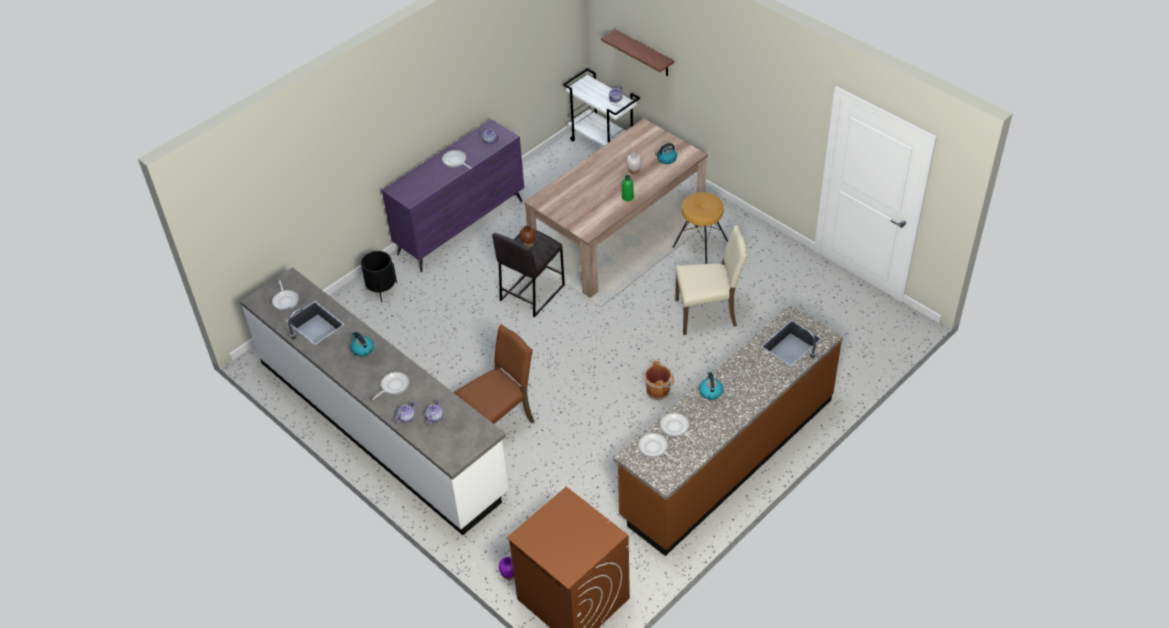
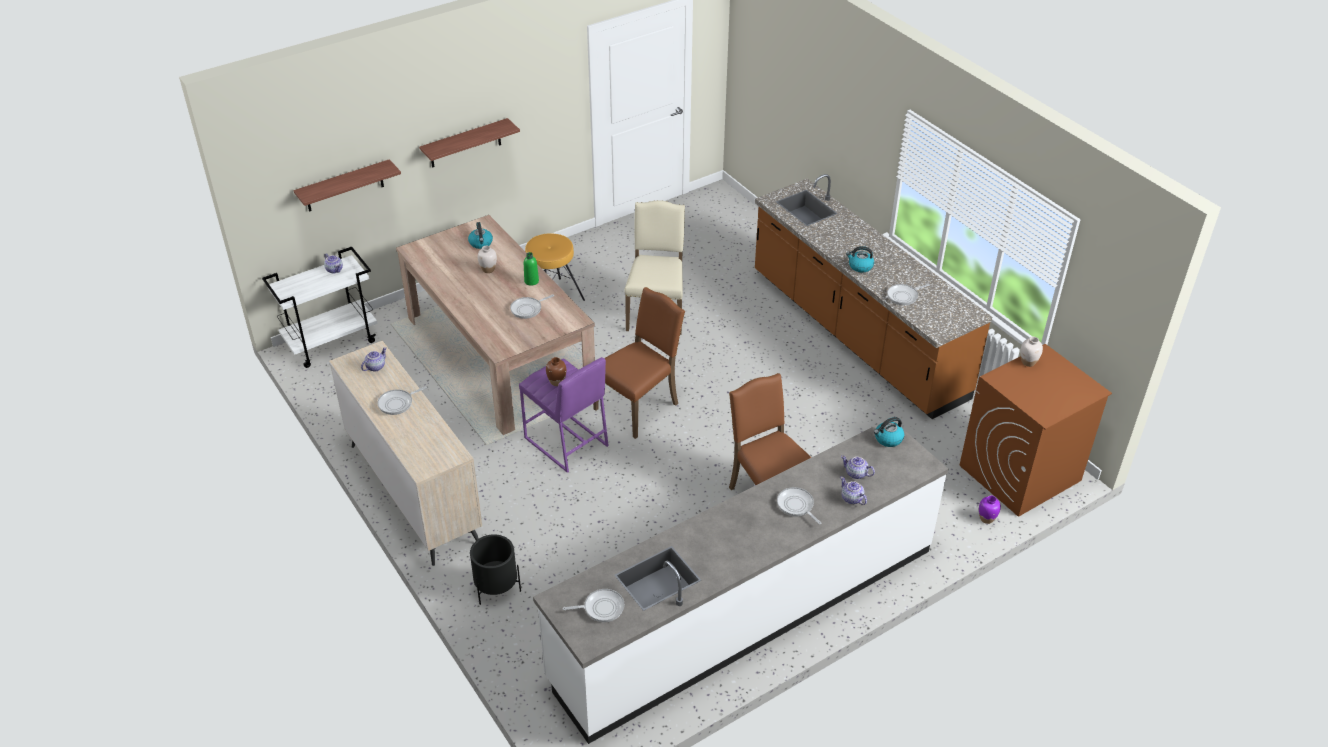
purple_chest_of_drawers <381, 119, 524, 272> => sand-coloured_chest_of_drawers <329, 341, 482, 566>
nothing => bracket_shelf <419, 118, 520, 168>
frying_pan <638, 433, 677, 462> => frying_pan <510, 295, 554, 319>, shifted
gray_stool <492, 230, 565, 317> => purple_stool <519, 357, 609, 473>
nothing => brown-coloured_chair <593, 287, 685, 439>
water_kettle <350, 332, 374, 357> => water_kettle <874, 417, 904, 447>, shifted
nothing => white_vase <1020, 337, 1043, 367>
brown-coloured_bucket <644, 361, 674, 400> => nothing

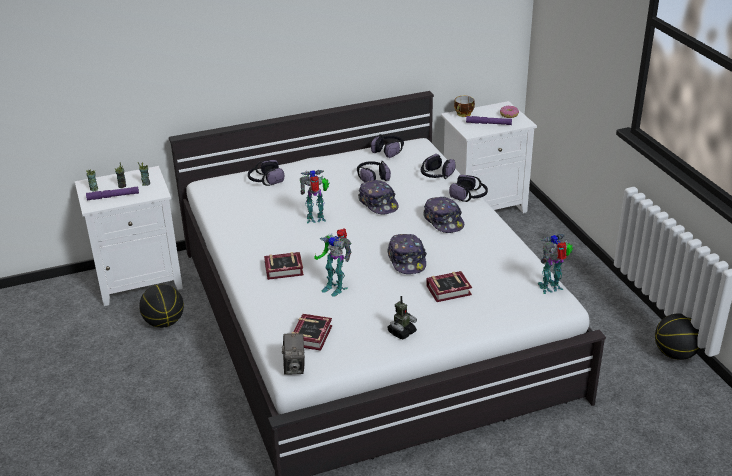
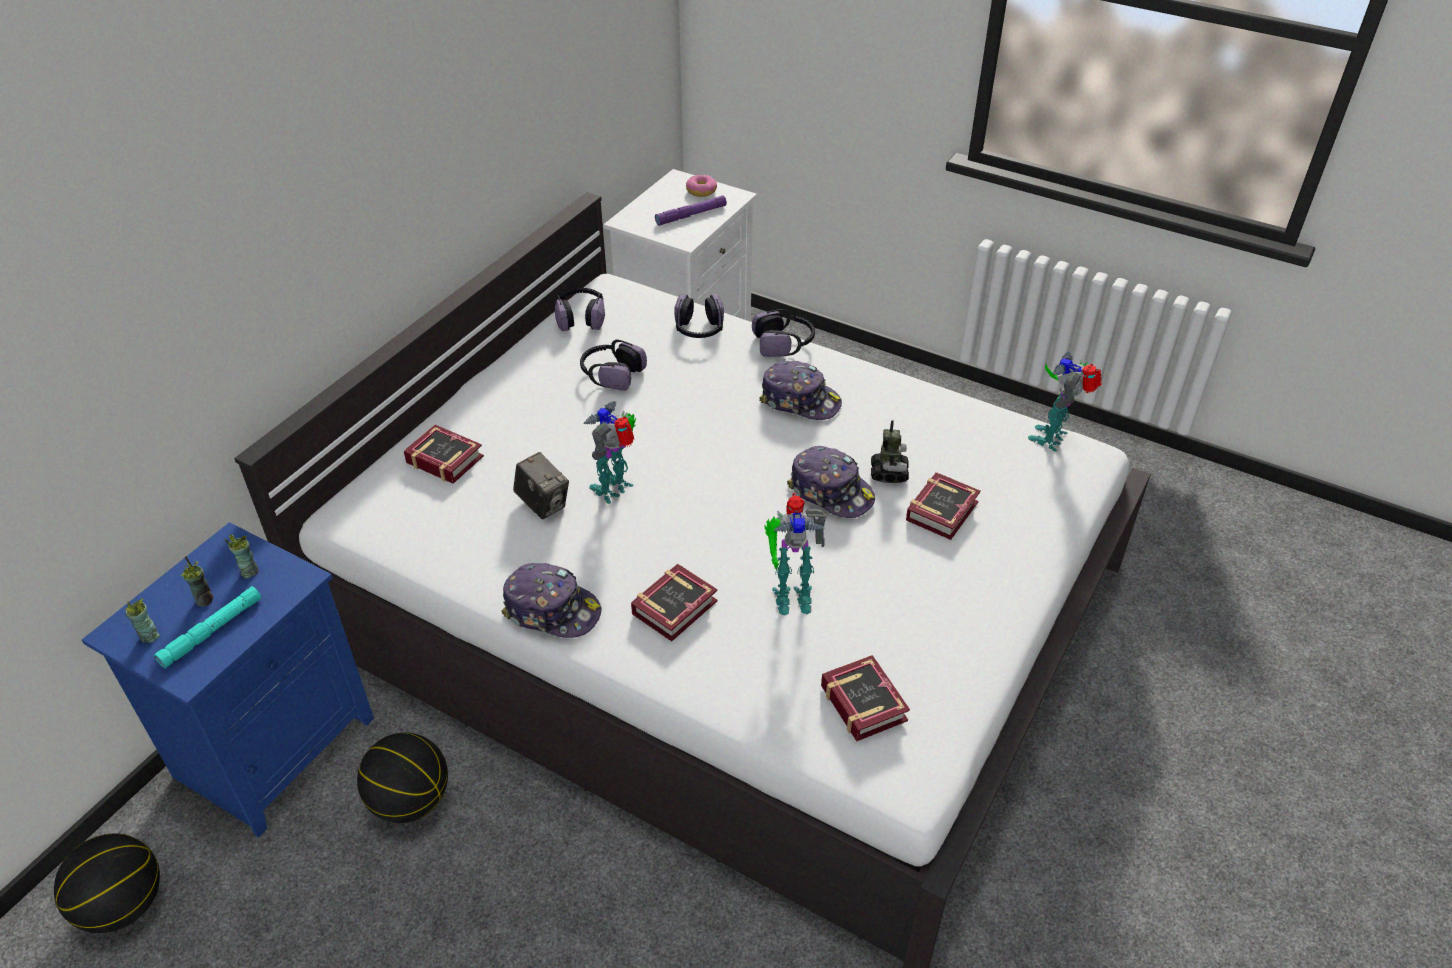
ball_for_basketball <655, 313, 700, 360> => ball_for_basketball <54, 833, 160, 933>, shifted
white_night_table <75, 166, 183, 306> => blue-coloured_night_table <82, 522, 374, 838>
purple_hand_torch <86, 186, 139, 201> => blue-green_hand_torch <154, 586, 261, 668>
headset <248, 160, 284, 186> => volume <404, 425, 484, 484>
baseball_cap <358, 180, 399, 214> => baseball_cap <501, 563, 601, 638>, shifted
photo_camera <282, 333, 305, 375> => photo_camera <513, 452, 569, 519>, shifted
toy_robot <387, 296, 417, 340> => toy_robot <871, 420, 909, 483>, shifted
cup <454, 96, 475, 117> => nothing

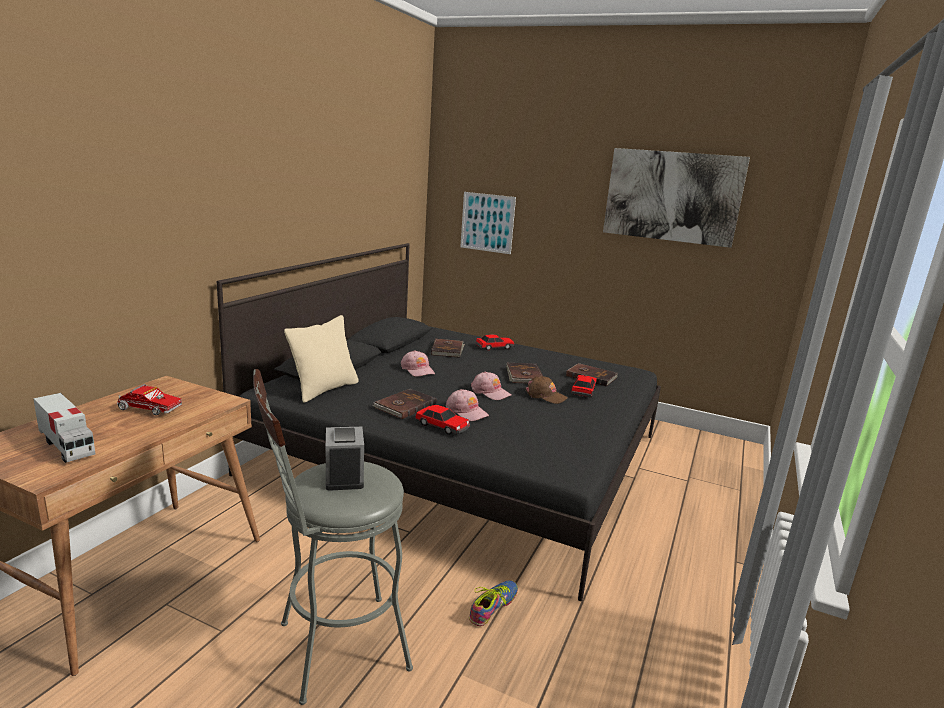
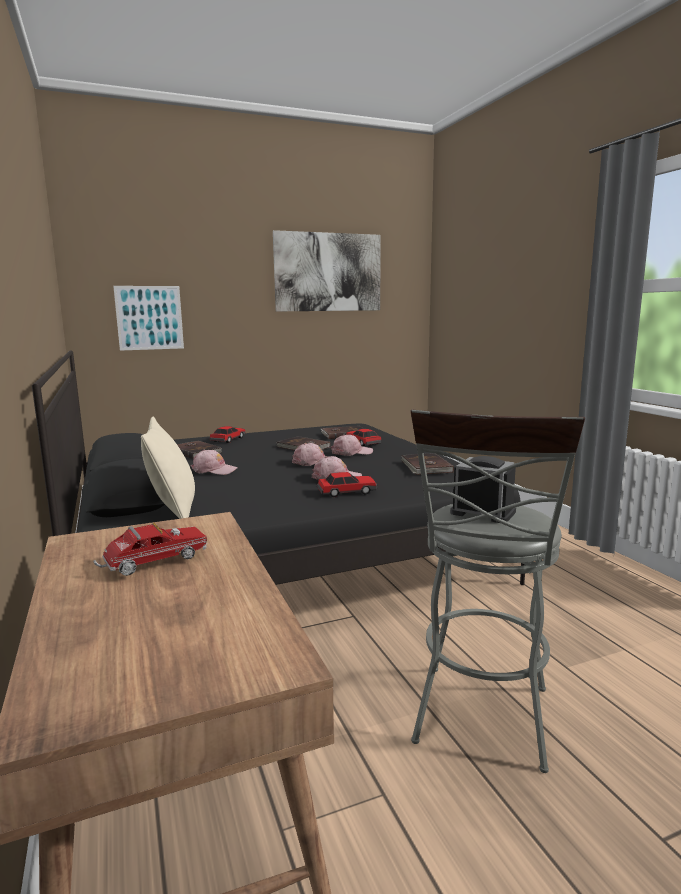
brown-coloured_baseball_cap <525, 376, 568, 404> => pink_baseball_cap <330, 435, 373, 456>
brown-coloured_volume <372, 389, 437, 419> => brown-coloured_volume <401, 453, 454, 475>, shifted
toy_truck <33, 393, 95, 463> => nothing
low_shoe <469, 580, 518, 626> => nothing

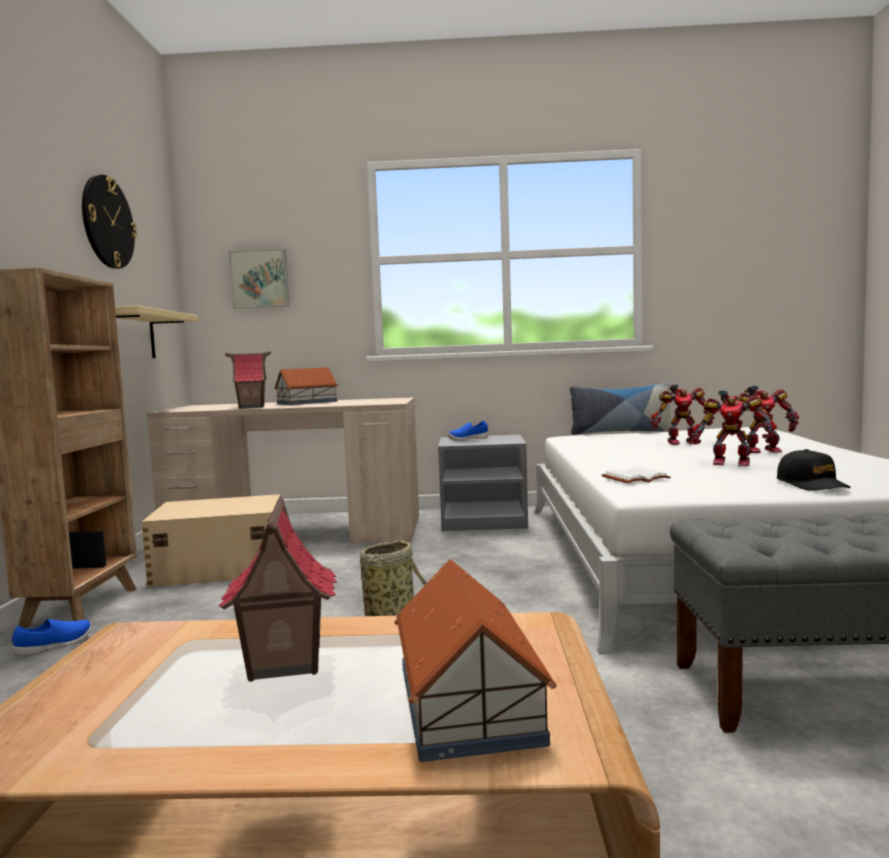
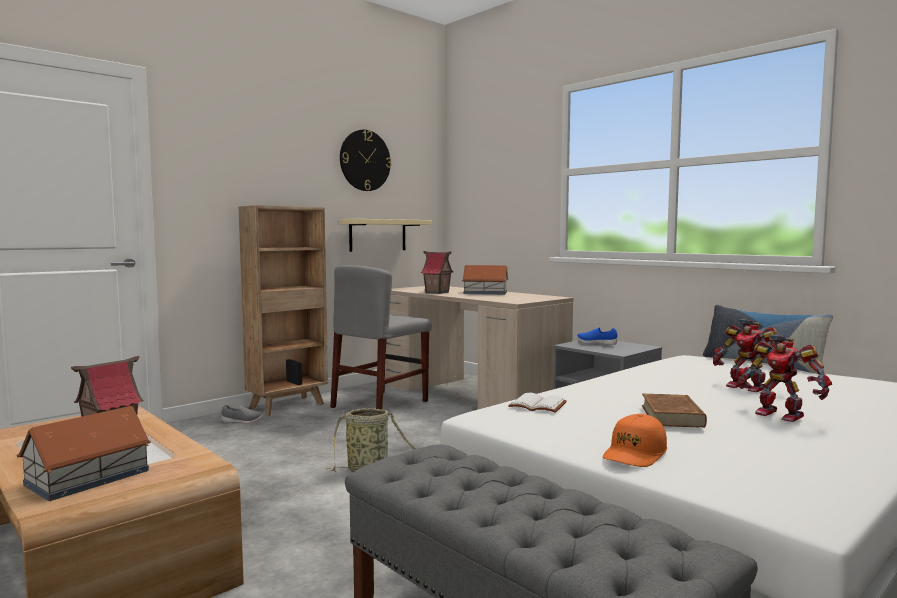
blue-coloured_low_shoe <12, 619, 91, 657> => gray_low_shoe <222, 405, 263, 424>
sand-coloured_storage_bin <142, 494, 281, 587> => gray_chair <330, 265, 431, 410>
black-coloured_baseball_cap <777, 449, 851, 491> => orange-coloured_baseball_cap <603, 414, 667, 467>
toy_robot <691, 390, 777, 466> => brown-coloured_volume <642, 394, 707, 428>
picture <228, 249, 289, 308> => nothing

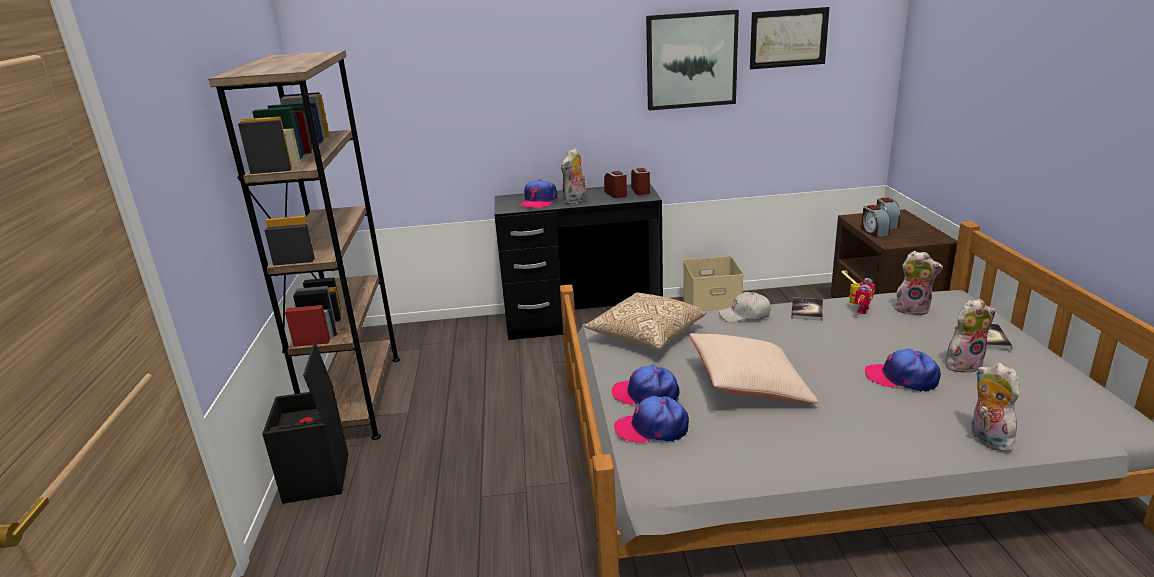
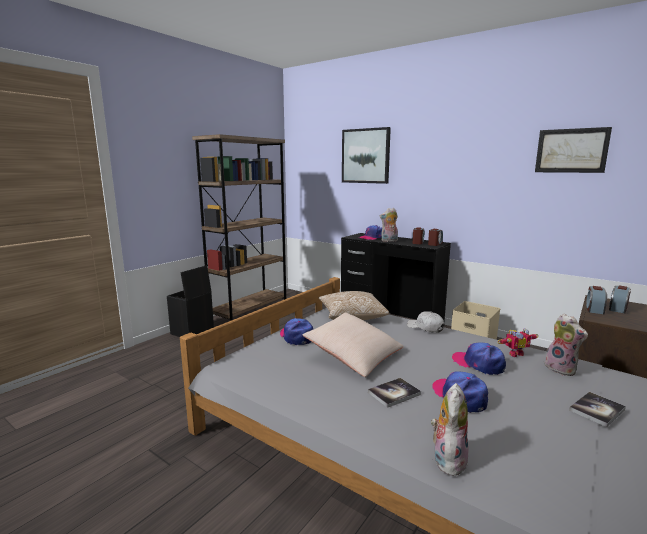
picture <646, 10, 739, 111> => picture <342, 127, 391, 184>, shifted
volume <791, 297, 823, 321> => volume <368, 378, 421, 408>, shifted
baseball_cap <614, 396, 689, 443> => baseball_cap <452, 342, 506, 375>, shifted
plush_toy <946, 299, 996, 373> => nothing

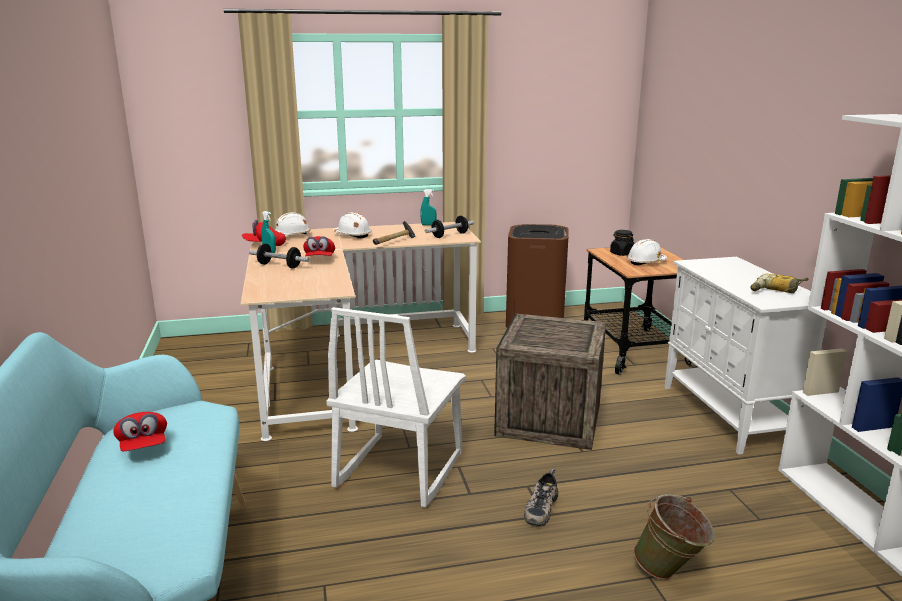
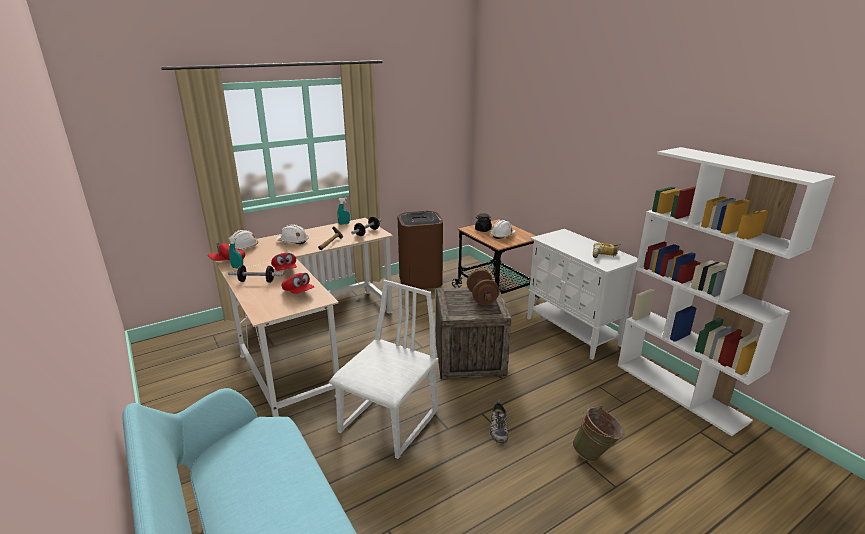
red_baseball_cap <113, 412, 167, 451> => red_baseball_cap <282, 273, 314, 294>, shifted
white_chair <326, 307, 466, 508> => white_chair <329, 280, 438, 459>, 150 degrees counterclockwise
nothing => brown-coloured_dumbbell <467, 270, 499, 305>

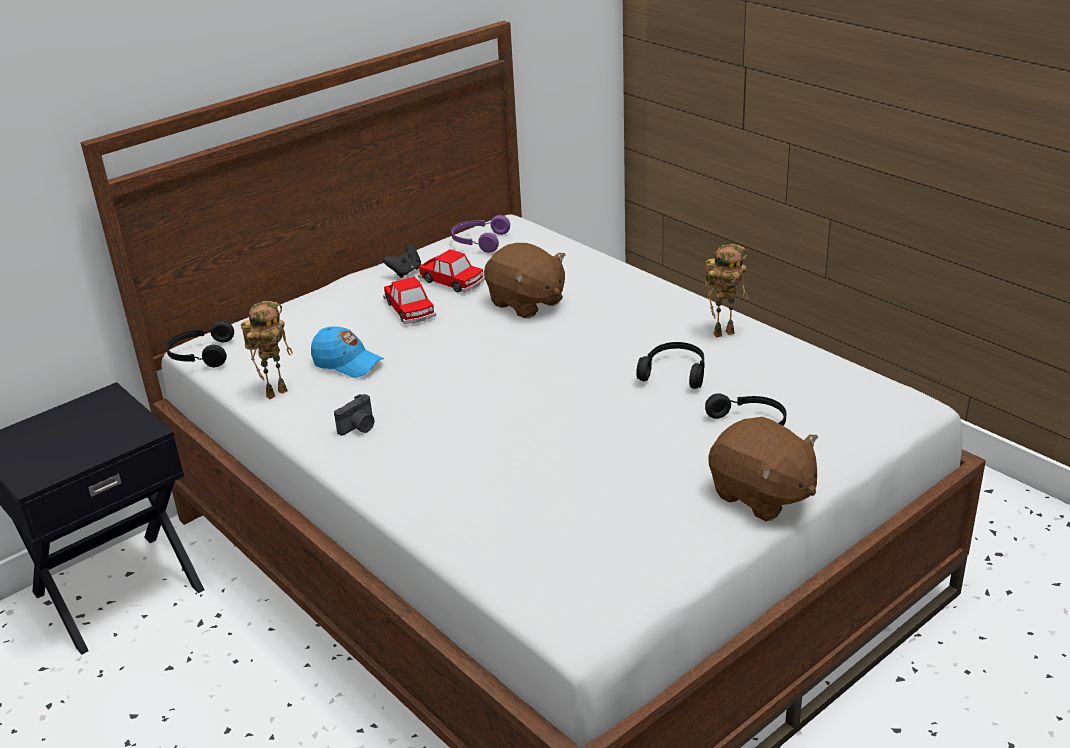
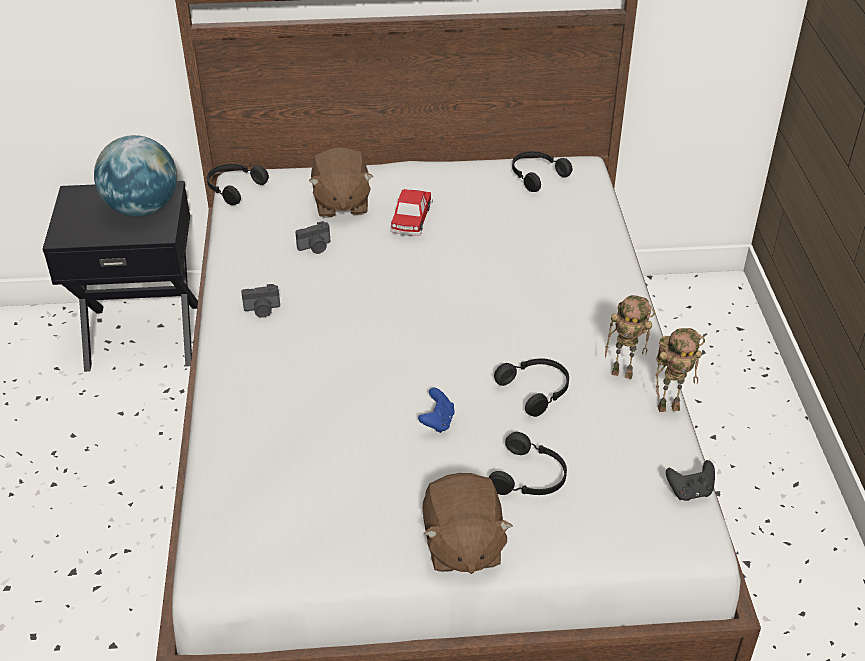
nothing => world_globe <94, 135, 177, 217>
blue-coloured_baseball_cap <311, 326, 384, 378> => photo_camera <295, 221, 330, 254>
brown-coloured_plush_toy <484, 243, 565, 318> => brown-coloured_plush_toy <309, 148, 373, 218>, shifted
nothing => blue-coloured_gamepad <418, 388, 455, 433>
purple_headset <451, 215, 510, 253> => black-coloured_headset <512, 151, 572, 192>
toy_robot <241, 301, 293, 399> => toy_robot <656, 328, 705, 412>, shifted
black-coloured_gamepad <383, 245, 421, 278> => black-coloured_gamepad <666, 460, 715, 501>, shifted
model_car <418, 249, 485, 293> => nothing

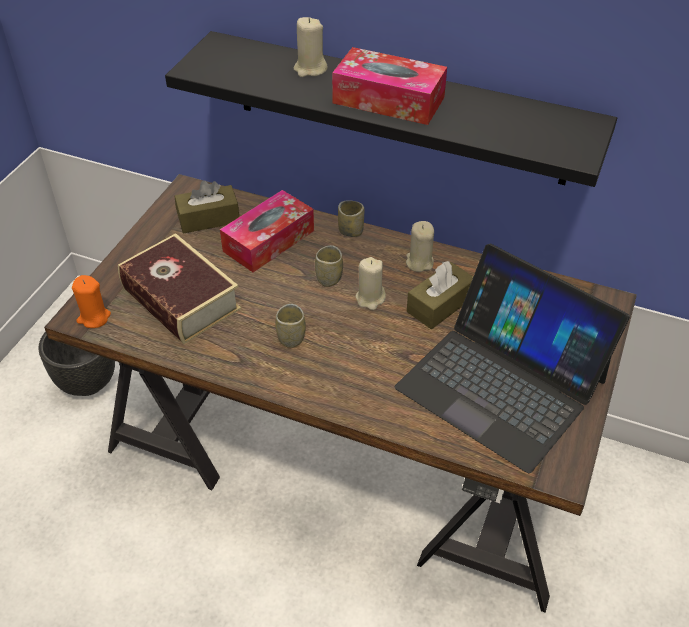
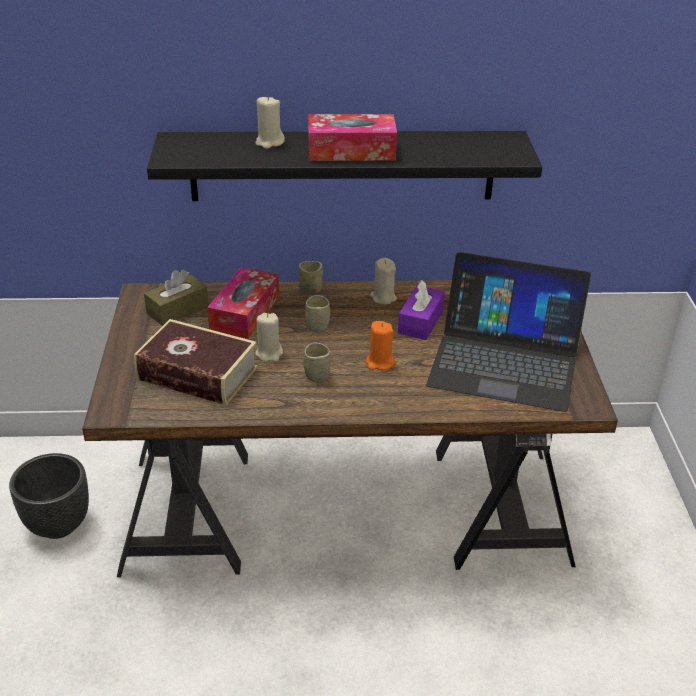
sand-coloured_wax_candle <355, 257, 386, 310> => sand-coloured_wax_candle <255, 313, 283, 361>, shifted
orange-coloured_wax_candle <72, 275, 111, 328> => orange-coloured_wax_candle <365, 321, 395, 370>, shifted
brown-coloured_box_of_tissues <407, 261, 473, 329> => purple_box_of_tissues <398, 280, 445, 340>

